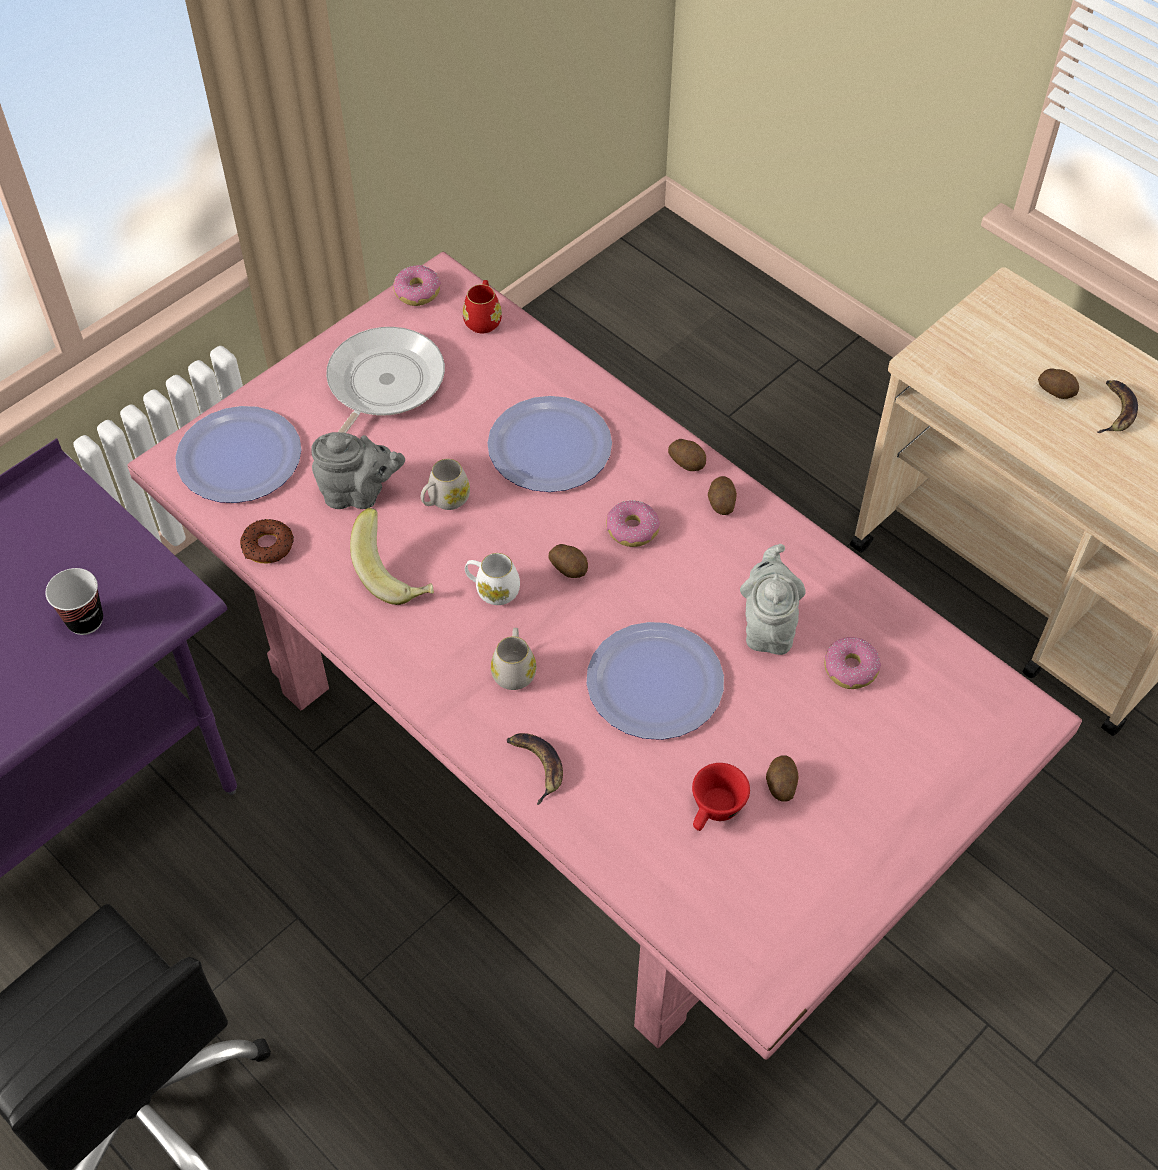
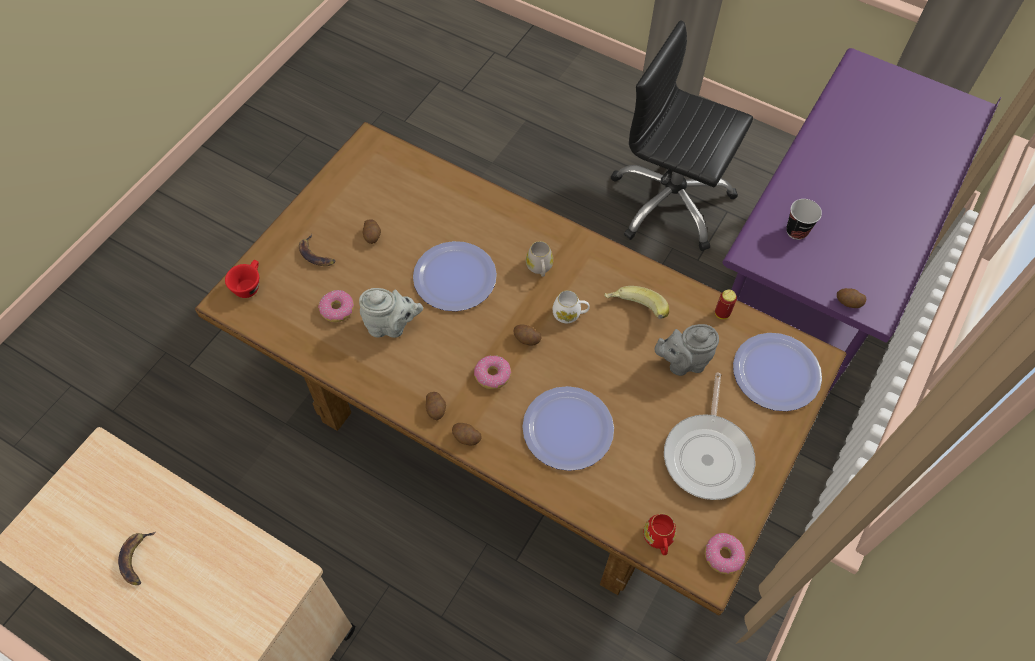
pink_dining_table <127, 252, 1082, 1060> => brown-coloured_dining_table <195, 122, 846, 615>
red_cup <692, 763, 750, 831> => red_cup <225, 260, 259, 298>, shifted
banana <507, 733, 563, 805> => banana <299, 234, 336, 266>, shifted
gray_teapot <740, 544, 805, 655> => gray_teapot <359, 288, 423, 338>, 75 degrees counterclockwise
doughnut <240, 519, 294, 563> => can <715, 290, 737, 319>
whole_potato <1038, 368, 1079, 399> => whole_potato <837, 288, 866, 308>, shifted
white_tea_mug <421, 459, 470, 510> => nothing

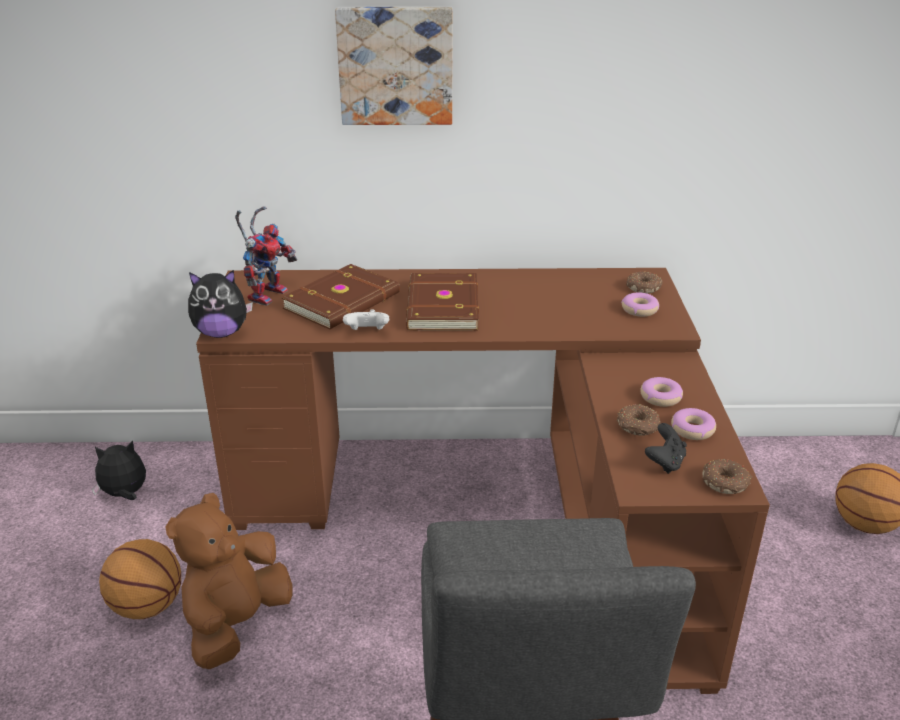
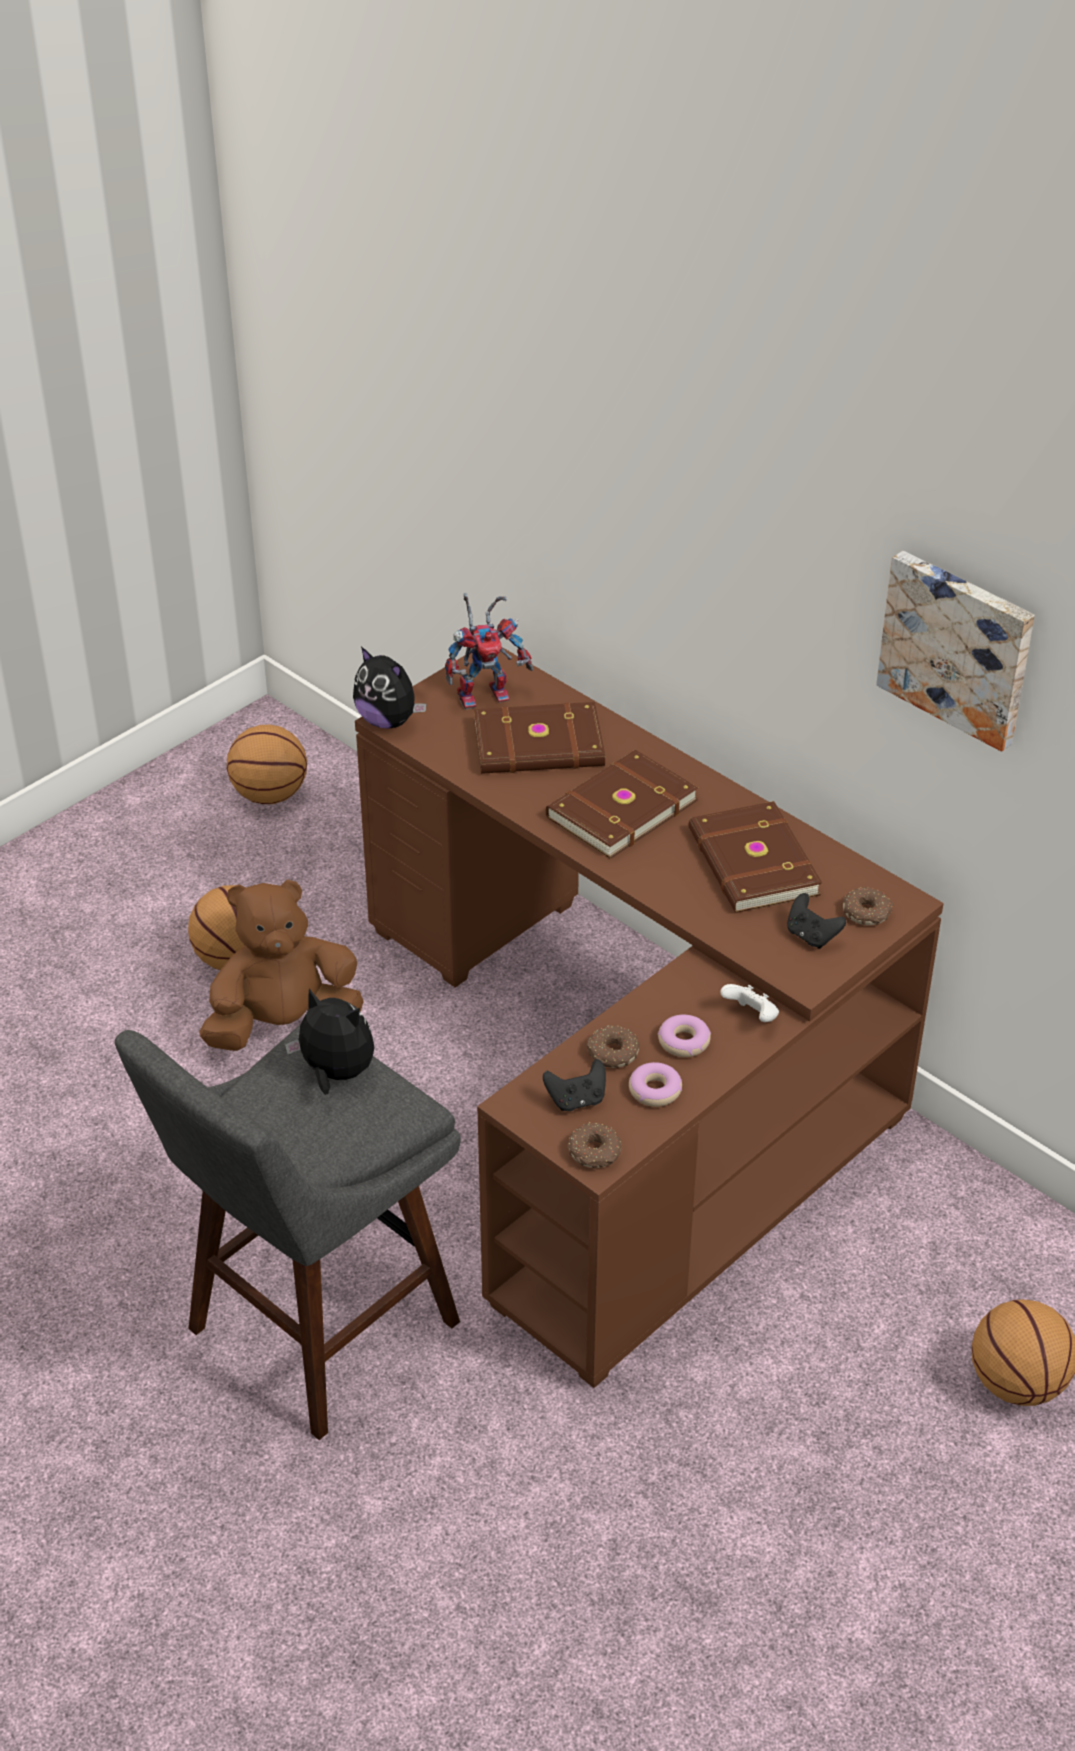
nothing => ball_for_basketball <227, 725, 307, 804>
plush_toy <92, 440, 146, 500> => plush_toy <285, 988, 375, 1095>, shifted
nothing => brown-coloured_volume <689, 801, 822, 913>
white_gamepad <343, 309, 389, 330> => white_gamepad <720, 984, 779, 1022>, shifted
doughnut <621, 292, 659, 317> => black-coloured_gamepad <787, 893, 846, 949>
picture <335, 7, 452, 125> => picture <876, 551, 1034, 752>, shifted

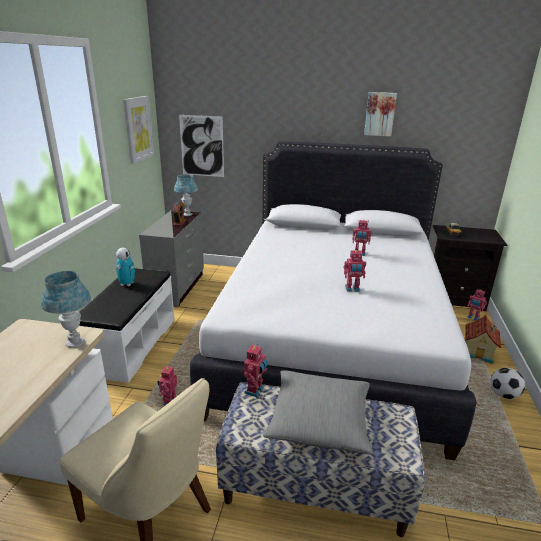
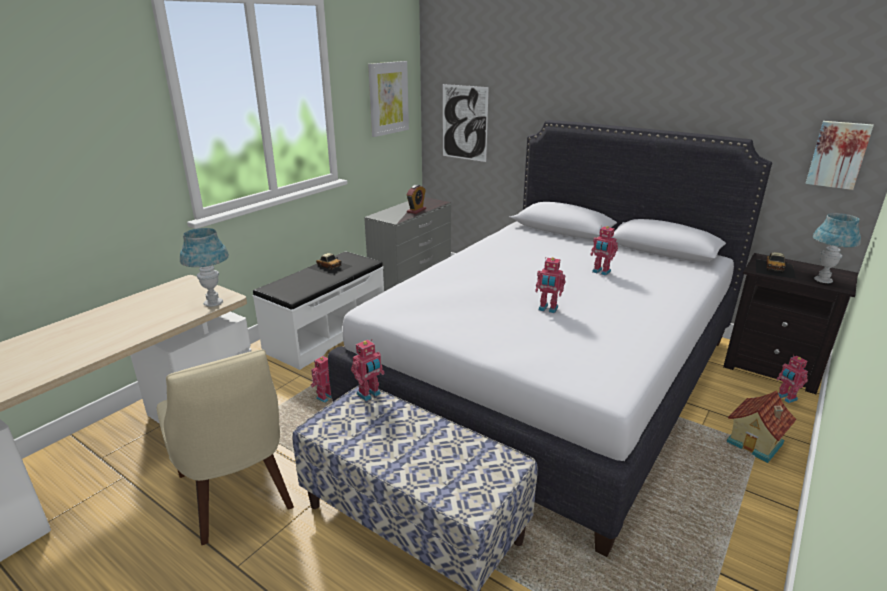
toy_robot <115, 248, 135, 287> => model_car <307, 253, 352, 276>
picture <364, 92, 397, 136> => picture <806, 121, 874, 190>, shifted
blue-coloured_table_lamp <174, 174, 198, 216> => blue-coloured_table_lamp <813, 213, 861, 283>, shifted
gray_pillow <263, 370, 373, 455> => nothing
ball_for_football <491, 367, 525, 399> => nothing

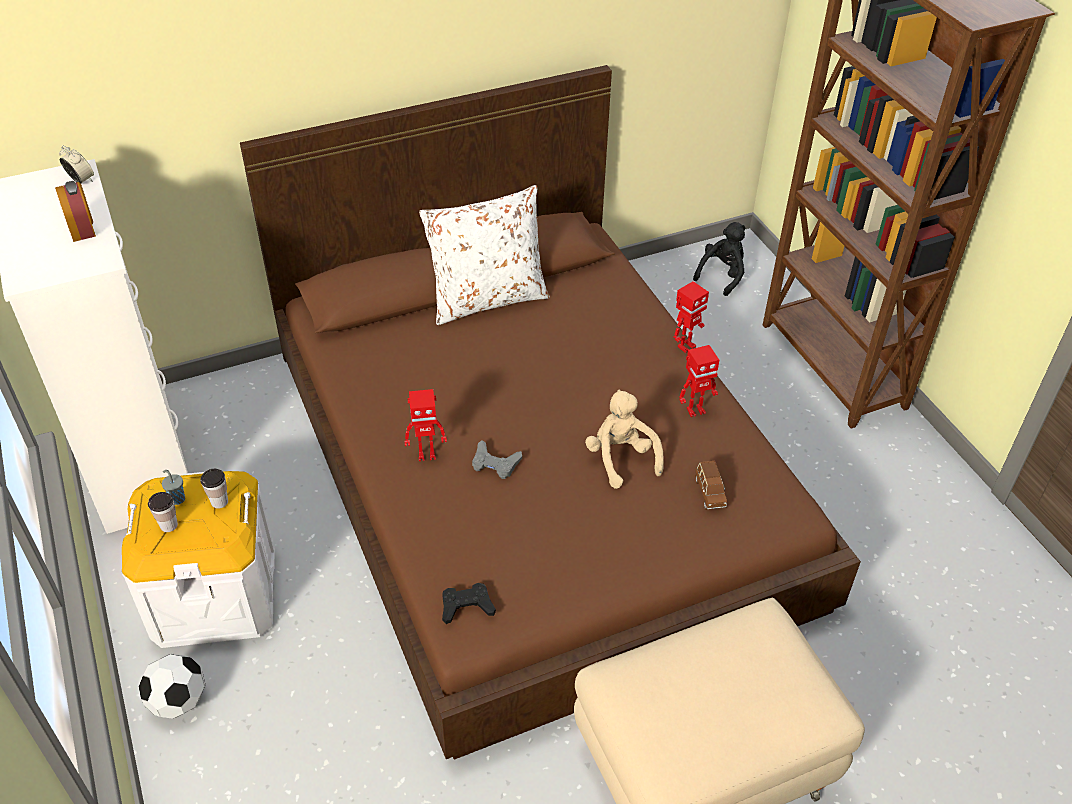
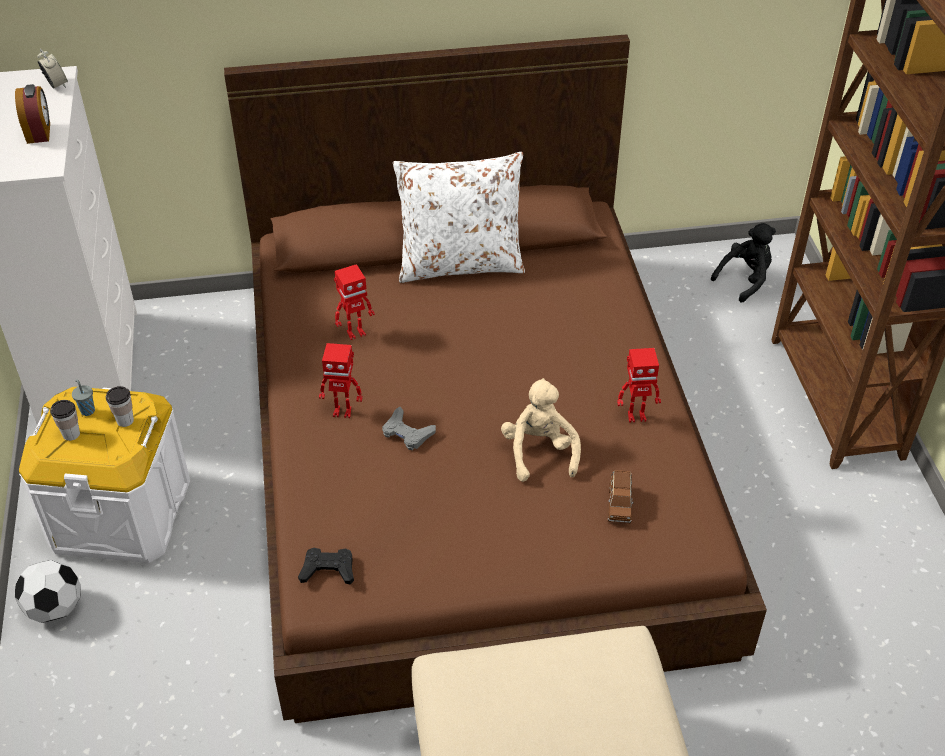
toy_robot <673, 281, 709, 353> => toy_robot <334, 264, 375, 340>, shifted

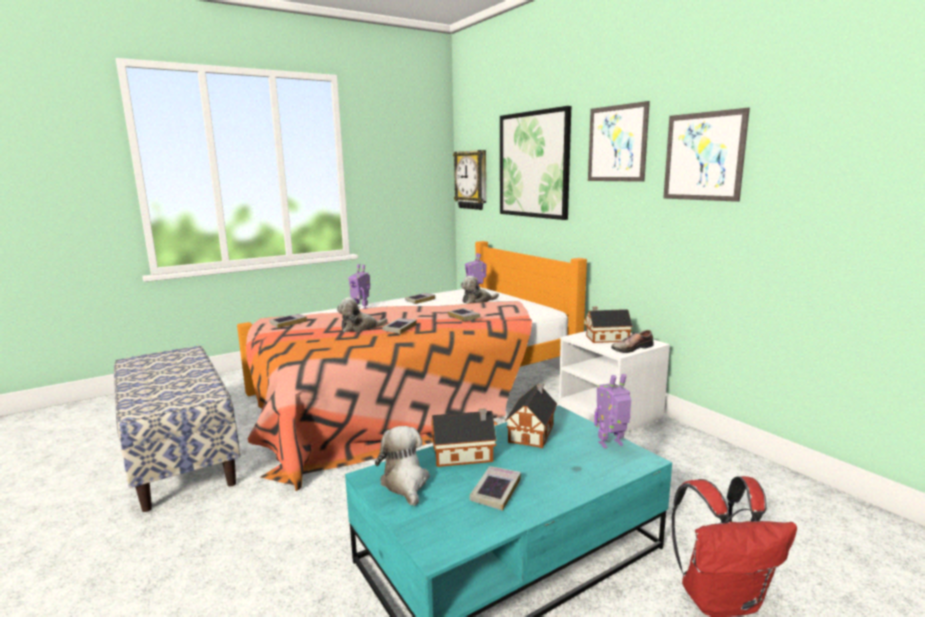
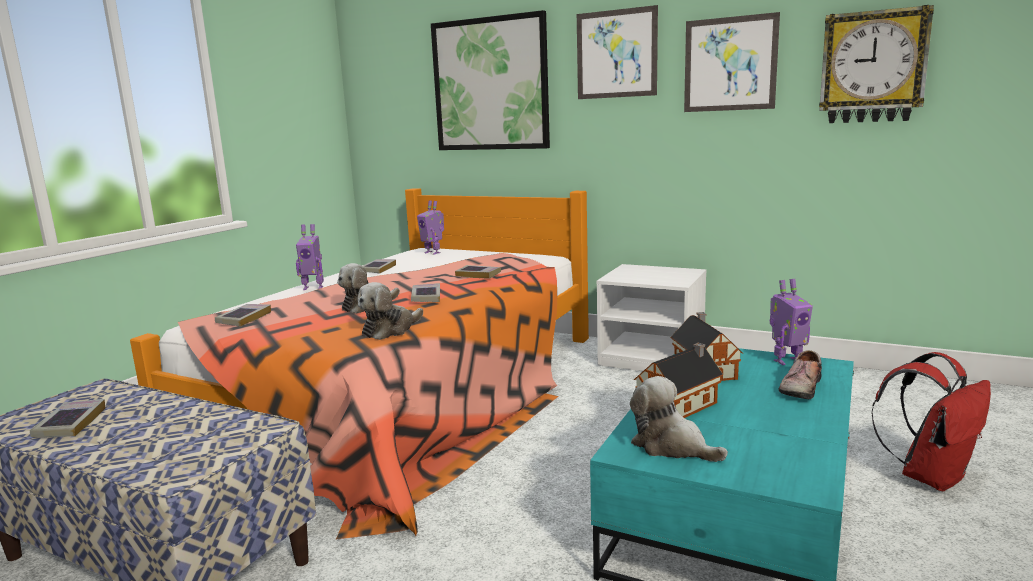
volume <469, 466, 521, 511> => volume <30, 399, 106, 437>, shifted
plush_toy <461, 276, 499, 304> => plush_toy <357, 282, 423, 340>, shifted
toy_robot <594, 374, 631, 448> => toy_robot <770, 279, 813, 365>, 150 degrees counterclockwise
low_shoe <611, 330, 654, 353> => low_shoe <778, 350, 822, 399>, shifted
clock_on_the_wall <453, 150, 486, 210> => clock_on_the_wall <819, 5, 934, 123>, shifted
toy_house <585, 306, 632, 343> => nothing

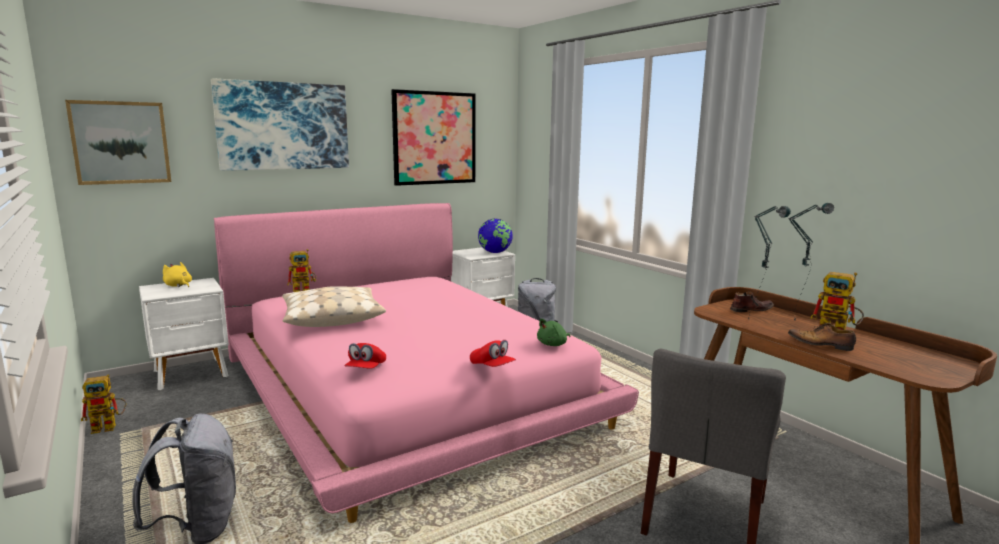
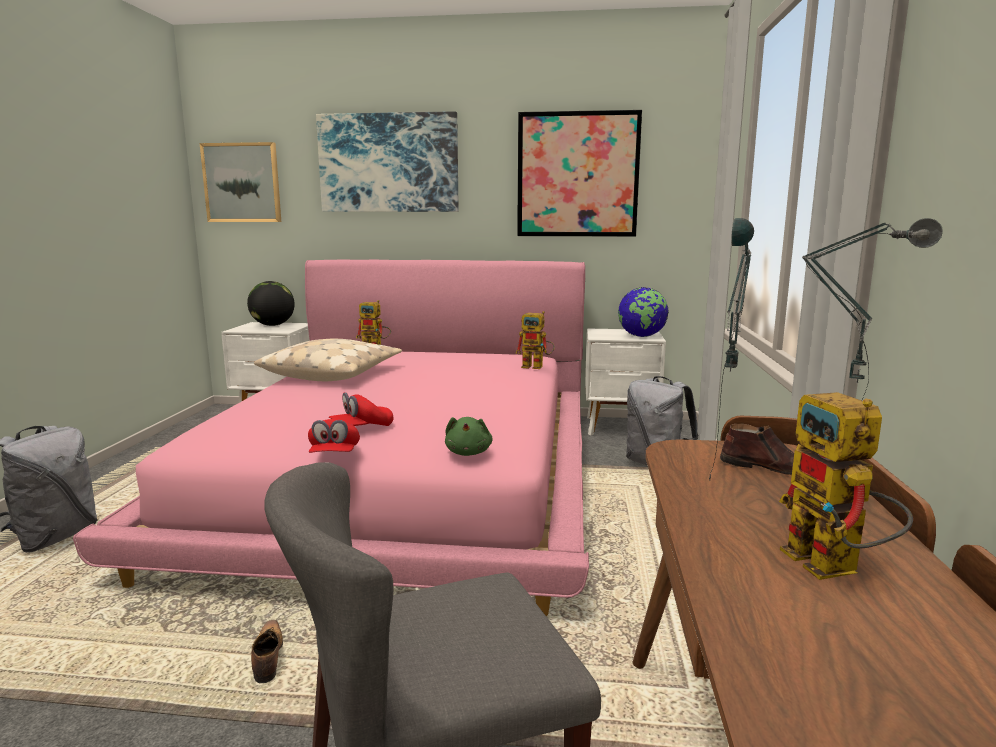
yellow-coloured_plush_toy <163, 262, 192, 287> => world_globe <247, 281, 295, 326>
low_shoe <788, 323, 856, 351> => low_shoe <251, 620, 283, 683>, shifted
red_baseball_cap <344, 343, 386, 369> => red_baseball_cap <329, 392, 393, 426>, shifted
green_plush_toy <537, 318, 570, 346> => green_plush_toy <445, 417, 493, 456>, 90 degrees counterclockwise
toy_robot <81, 374, 126, 434> => toy_robot <515, 311, 555, 369>, shifted

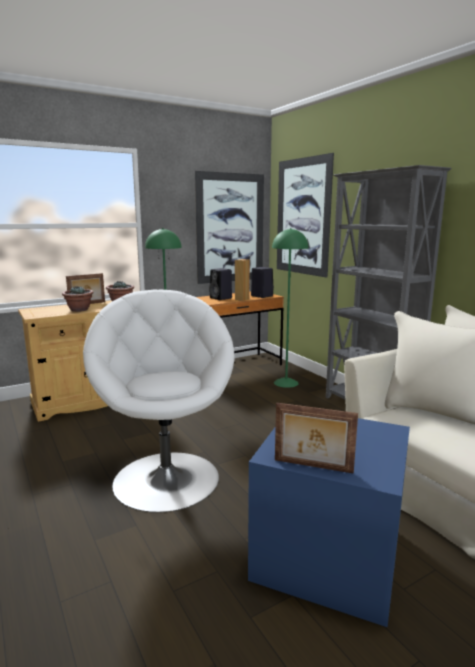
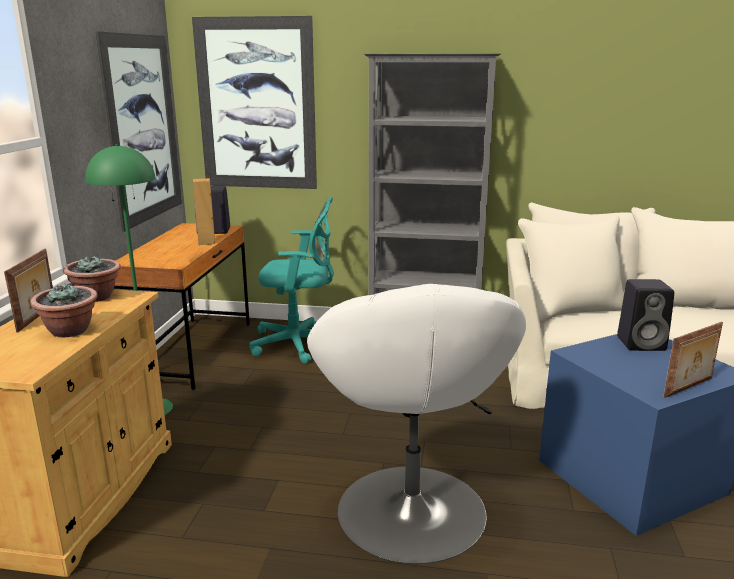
green_standing_lamp <272, 228, 308, 388> => blue-green_desk_chair <249, 197, 334, 364>
white_lounge_chair <83, 289, 235, 513> => white_lounge_chair <307, 284, 526, 564>, 120 degrees counterclockwise
black-coloured_loudspeaker <209, 268, 232, 300> => black-coloured_loudspeaker <617, 279, 674, 351>, shifted

